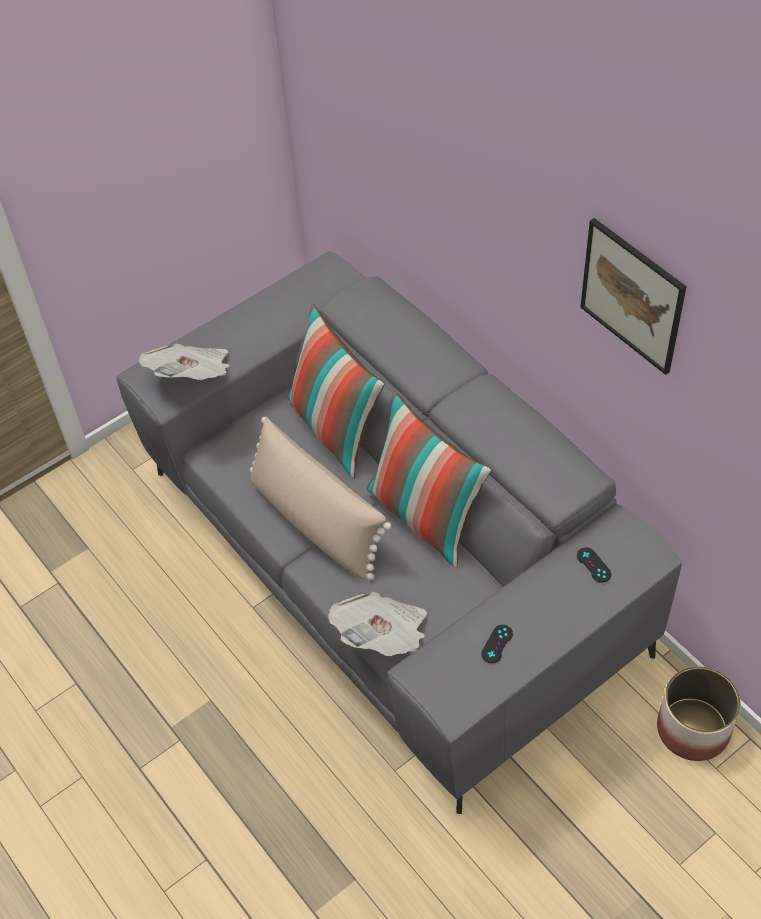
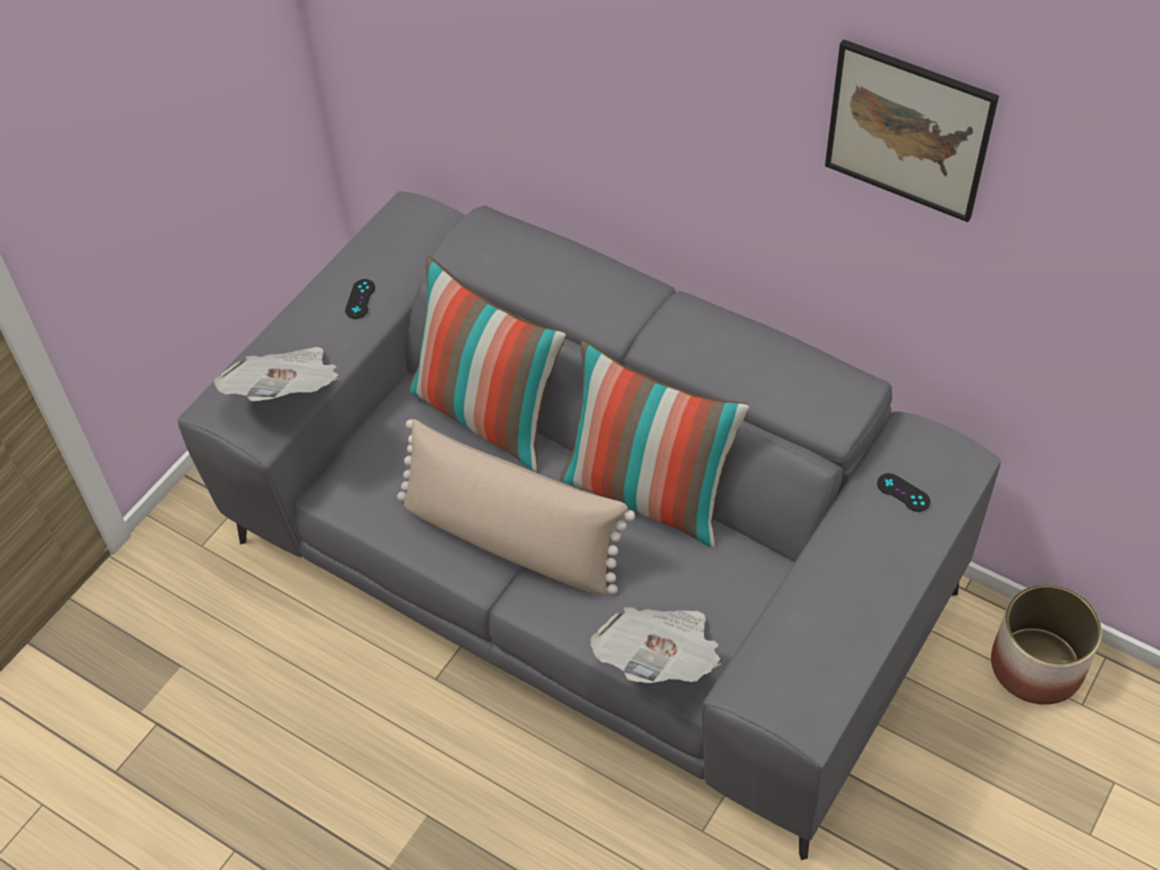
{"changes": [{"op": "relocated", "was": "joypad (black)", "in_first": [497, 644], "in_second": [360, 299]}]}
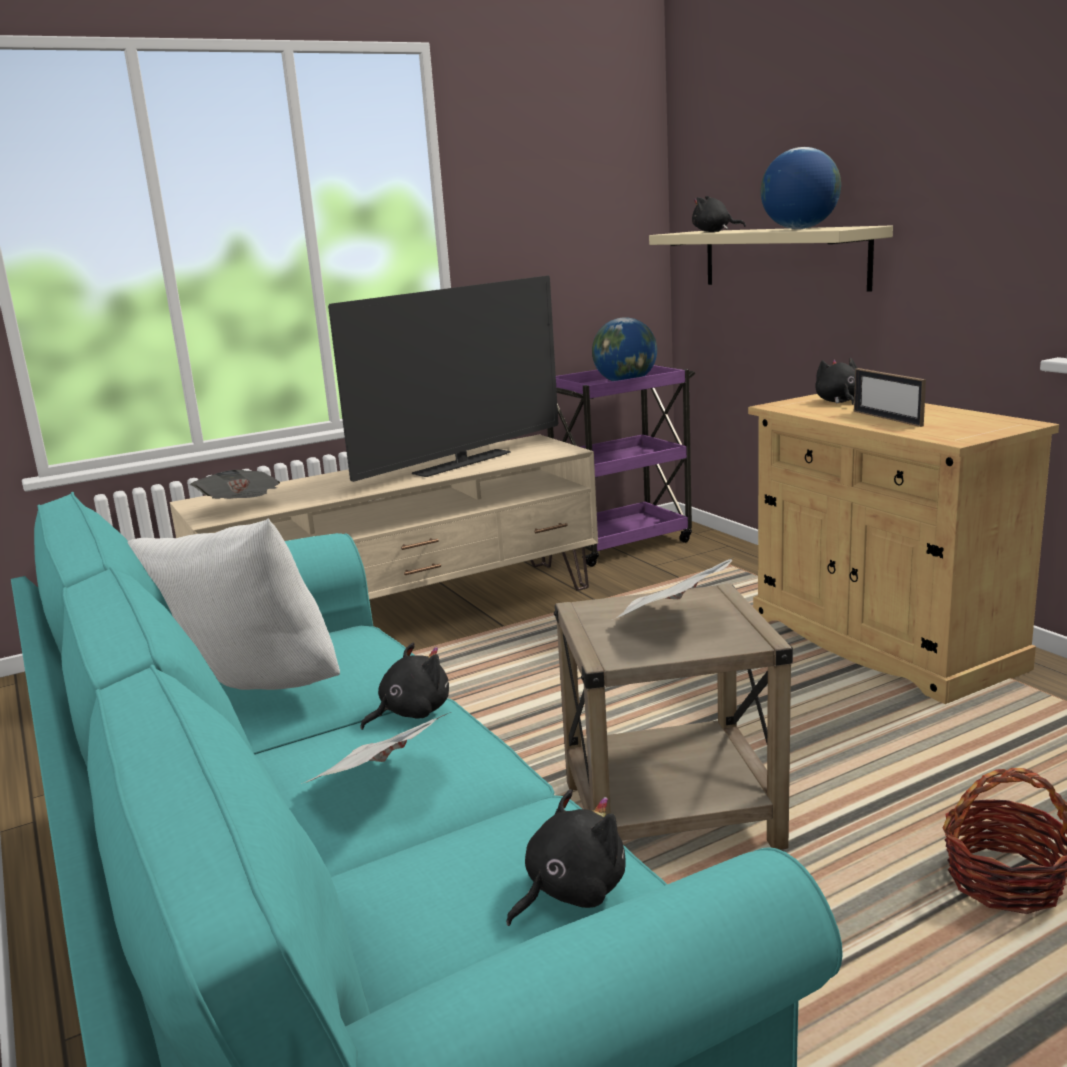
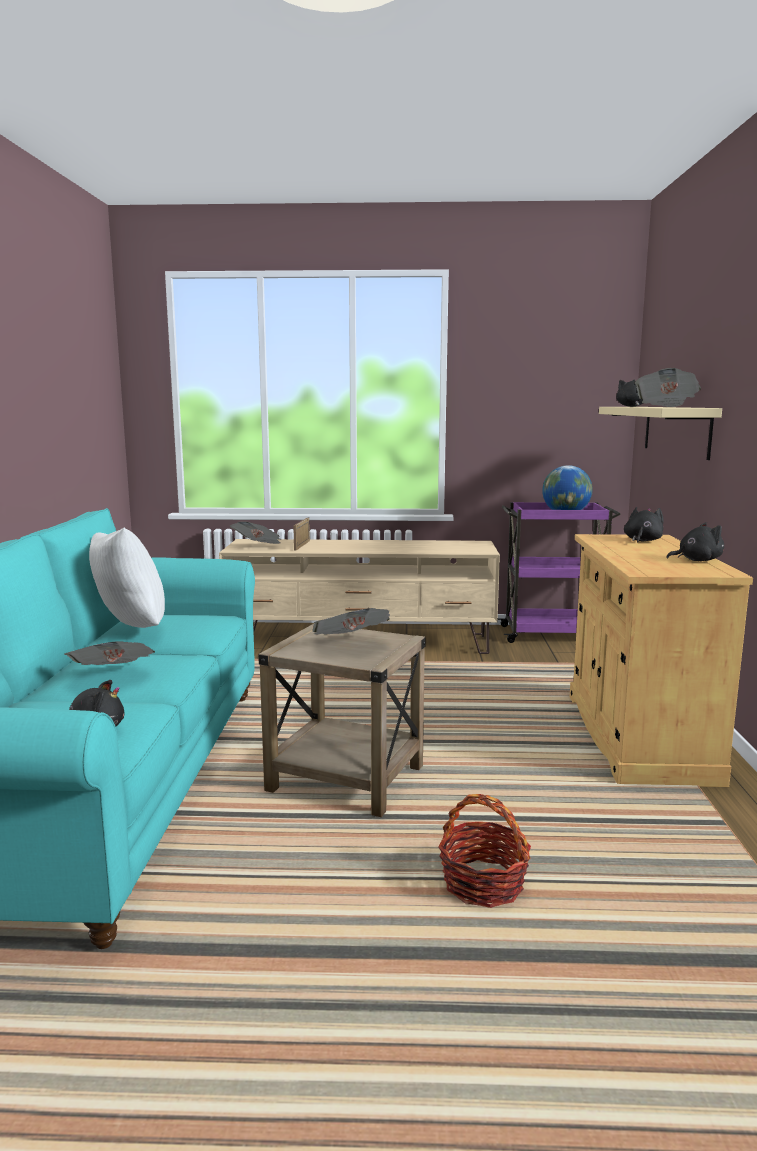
{"changes": [{"op": "exchanged", "was": "globe", "now": "newspaper", "in_first": [801, 188], "in_second": [668, 387]}, {"op": "missing", "was": "TV", "in_first": [443, 379]}, {"op": "relocated", "was": "photo frame", "in_first": [890, 397], "in_second": [301, 534]}, {"op": "relocated", "was": "plush toy (black)", "in_first": [404, 686], "in_second": [695, 541]}]}
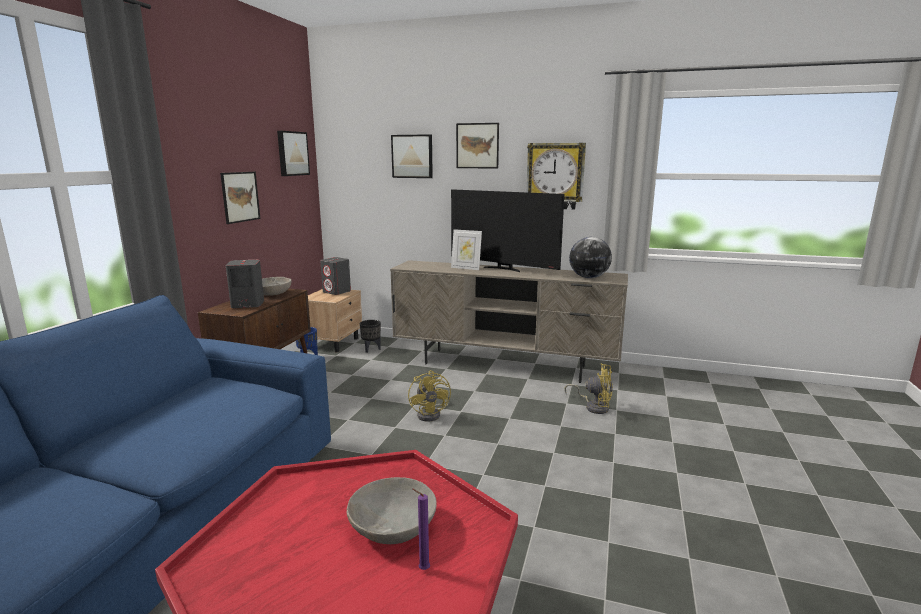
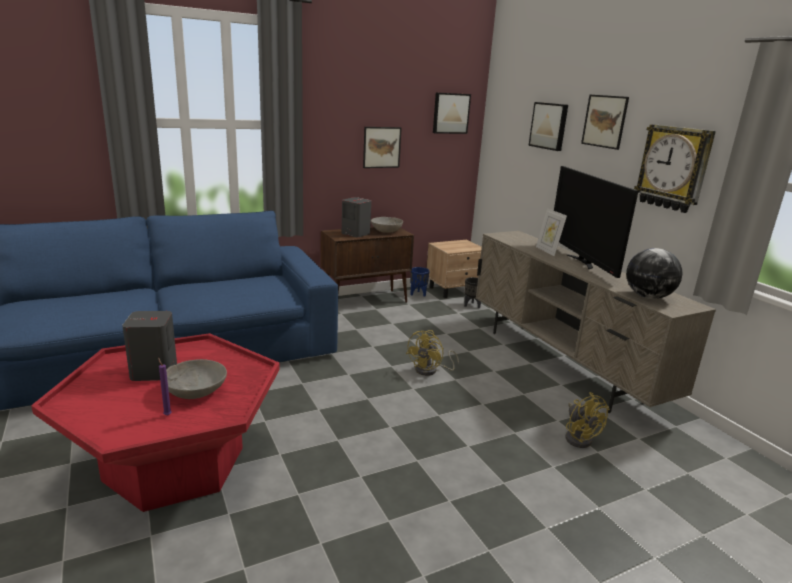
{"changes": [{"op": "relocated", "was": "loudspeaker (grey)", "in_first": [335, 276], "in_second": [149, 346]}]}
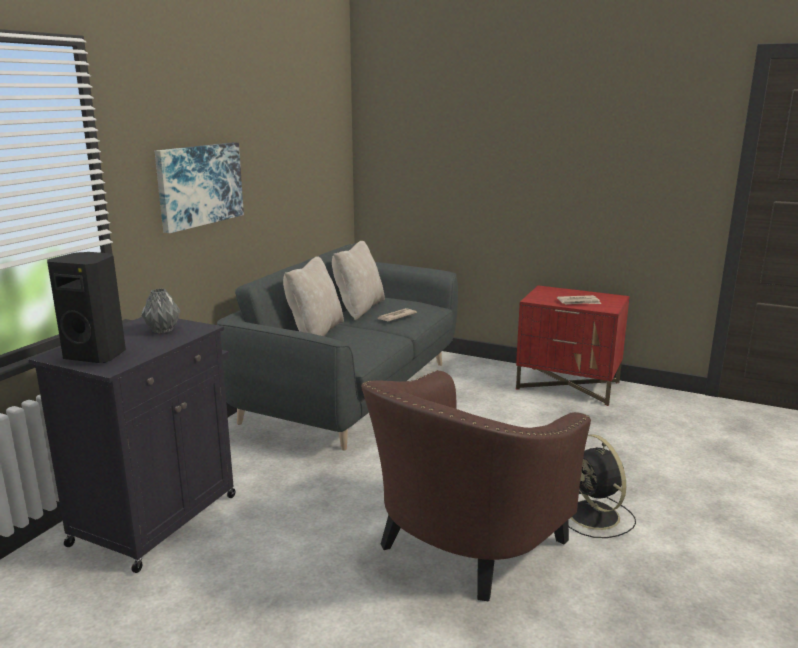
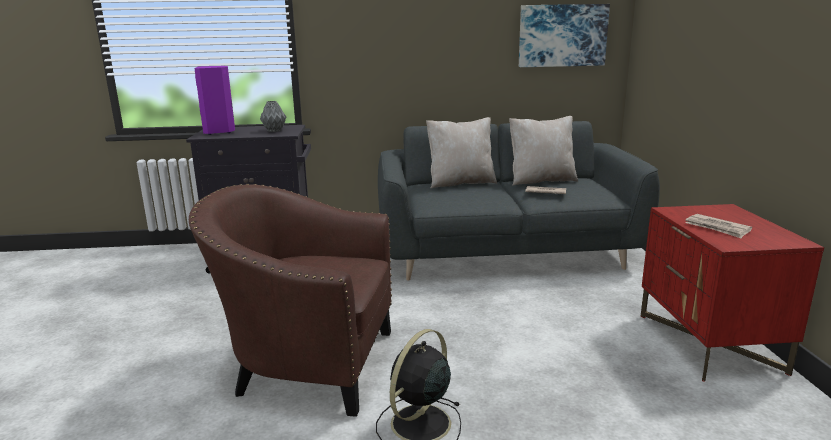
{"changes": [{"op": "relocated", "was": "picture", "in_first": [199, 187], "in_second": [564, 35]}, {"op": "colour", "was": "loudspeaker (black)", "now": "loudspeaker (purple-coloured)", "in_first": [86, 307], "in_second": [214, 100]}]}
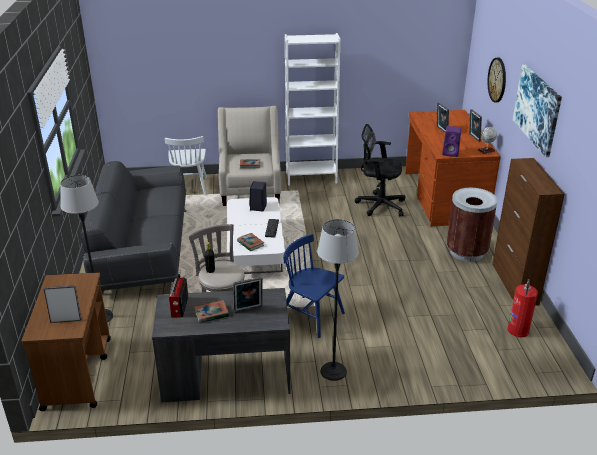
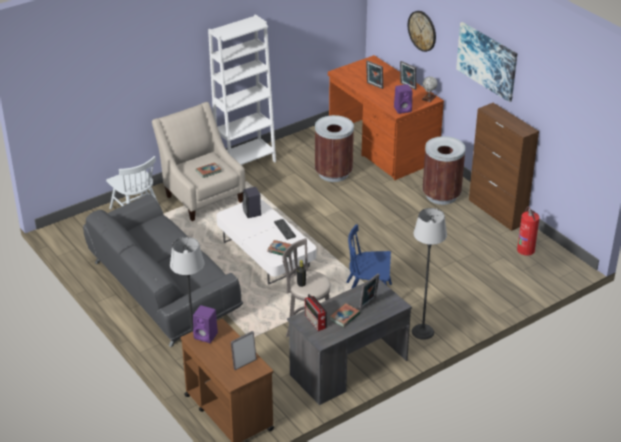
{"changes": [{"op": "exchanged", "was": "office chair (black)", "now": "waste bin (brown-coloured)", "in_first": [380, 170], "in_second": [334, 148]}, {"op": "appeared", "now": "loudspeaker (purple-coloured)", "in_second": [205, 324]}]}
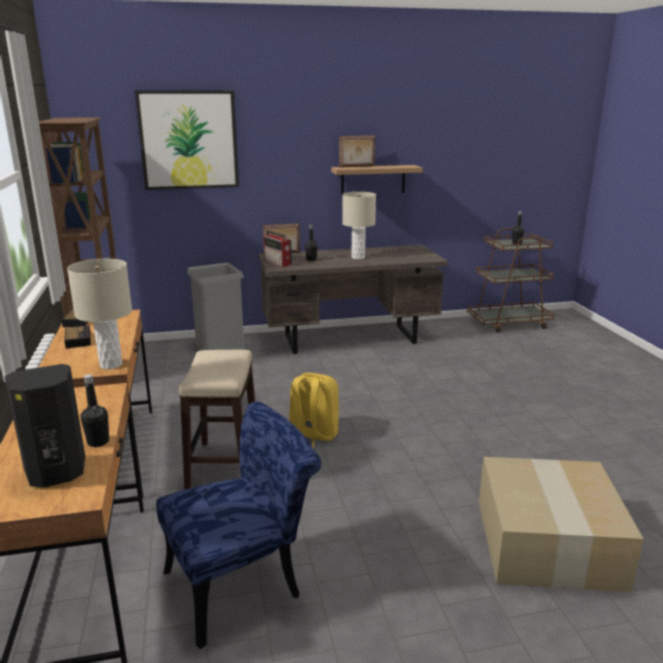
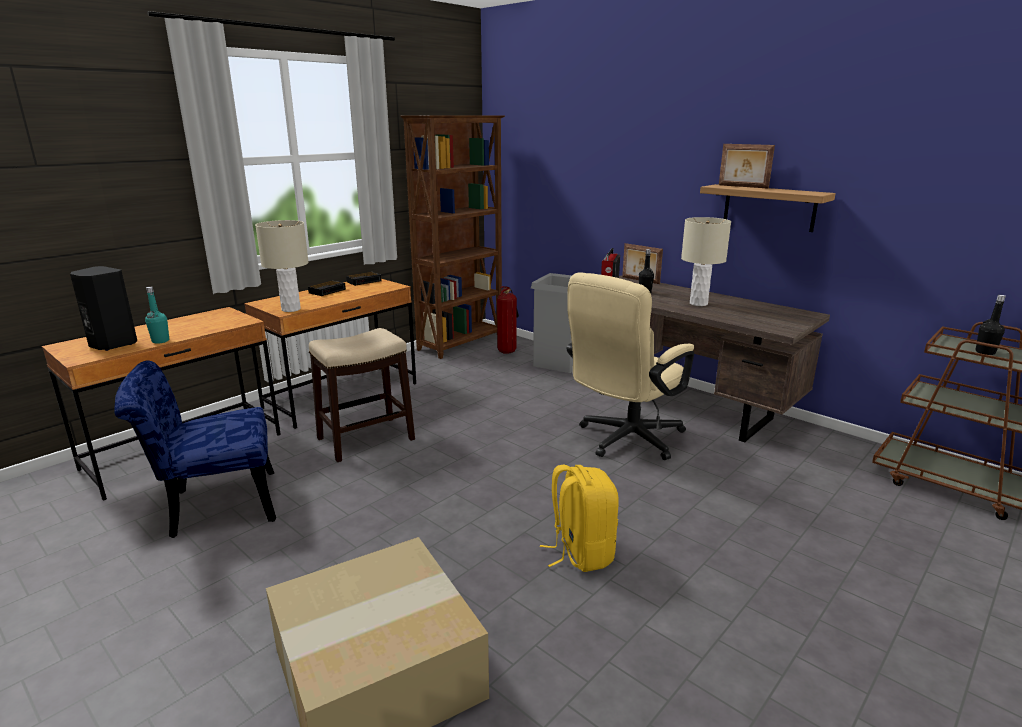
{"changes": [{"op": "missing", "was": "picture", "in_first": [187, 140]}, {"op": "relocated", "was": "backpack (yellow)", "in_first": [314, 410], "in_second": [579, 518]}, {"op": "colour", "was": "drink bottle (black)", "now": "drink bottle (turquoise)", "in_first": [94, 410], "in_second": [157, 315]}, {"op": "spun", "was": "plain chair (bluish)", "in_first": [238, 525], "in_second": [195, 449], "clockwise": 135}, {"op": "appeared", "now": "office chair (beige-coloured)", "in_second": [630, 366]}, {"op": "appeared", "now": "fire extinguisher", "in_second": [508, 320]}]}
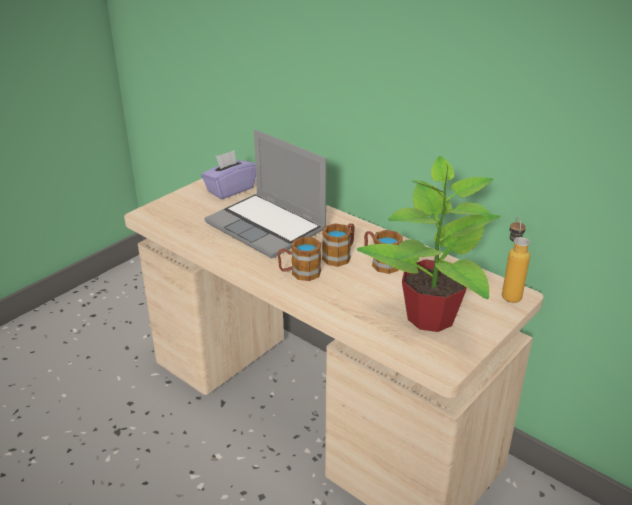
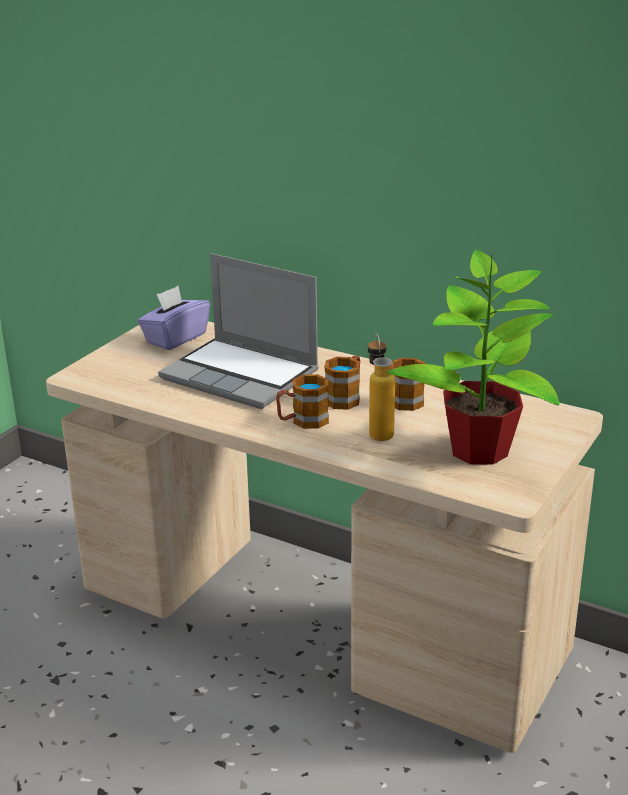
{"changes": [{"op": "relocated", "was": "drink bottle", "in_first": [516, 260], "in_second": [381, 387]}]}
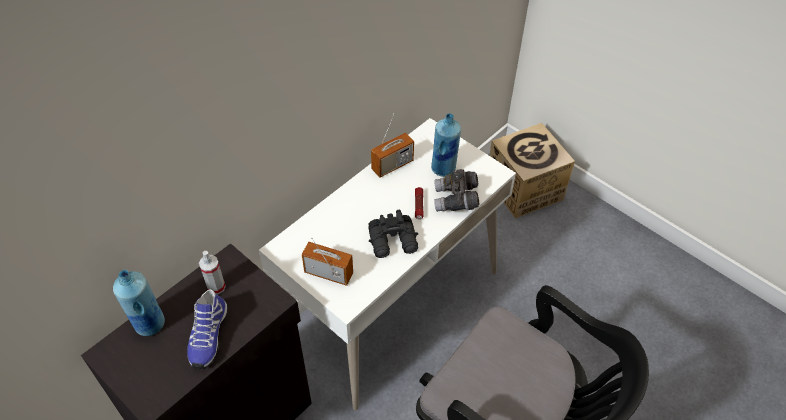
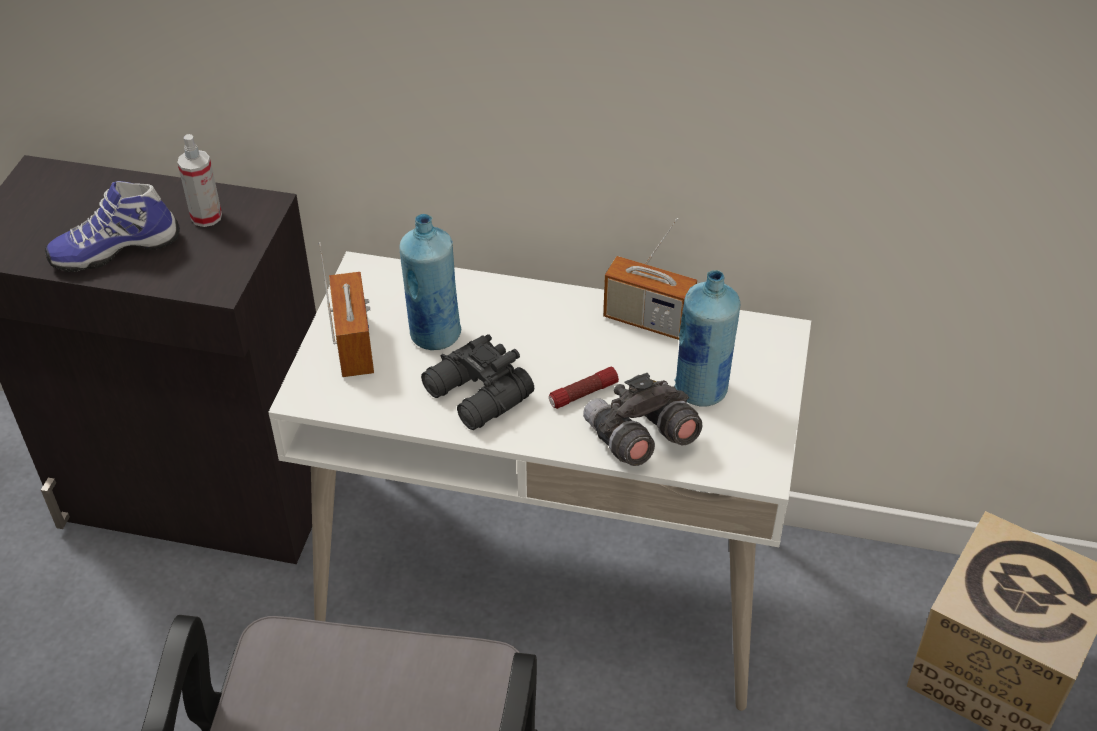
{"changes": [{"op": "relocated", "was": "drink bottle (bluish)", "in_first": [139, 302], "in_second": [430, 282]}]}
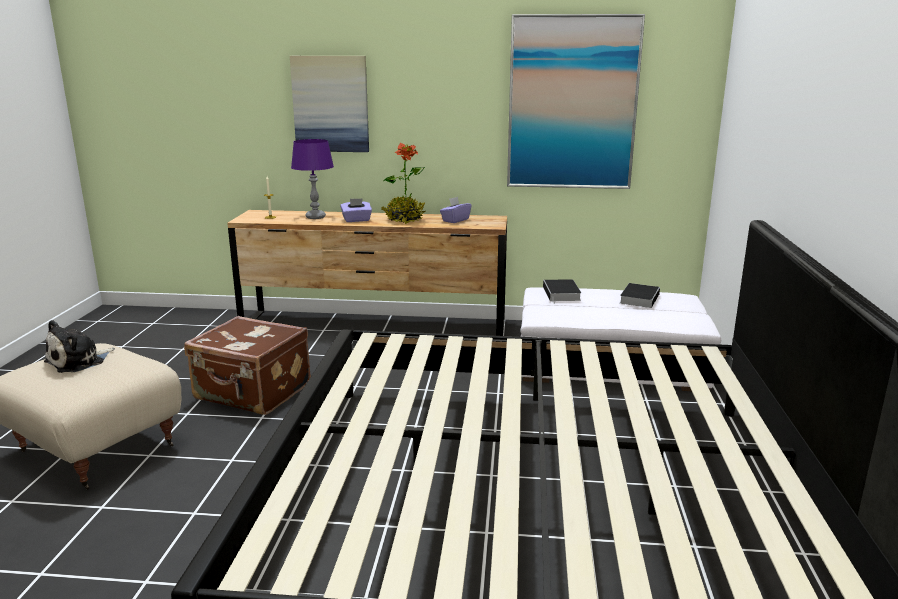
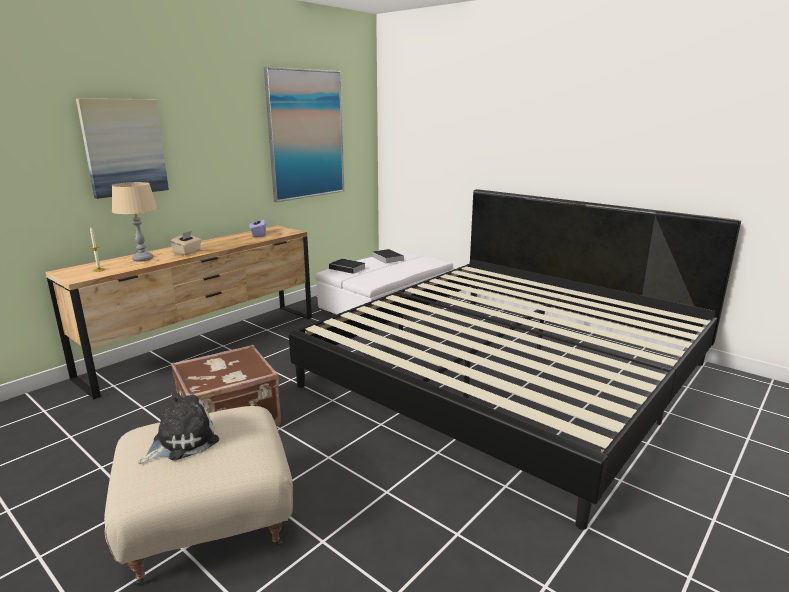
{"changes": [{"op": "colour", "was": "lamp for a table (purple-coloured)", "now": "lamp for a table (beige-coloured)", "in_first": [312, 179], "in_second": [135, 222]}, {"op": "missing", "was": "houseplant", "in_first": [403, 183]}, {"op": "colour", "was": "tissue holder (purple-coloured)", "now": "tissue holder (beige-coloured)", "in_first": [356, 210], "in_second": [186, 243]}, {"op": "spun", "was": "plush toy", "in_first": [79, 346], "in_second": [178, 428], "clockwise": -120}]}
